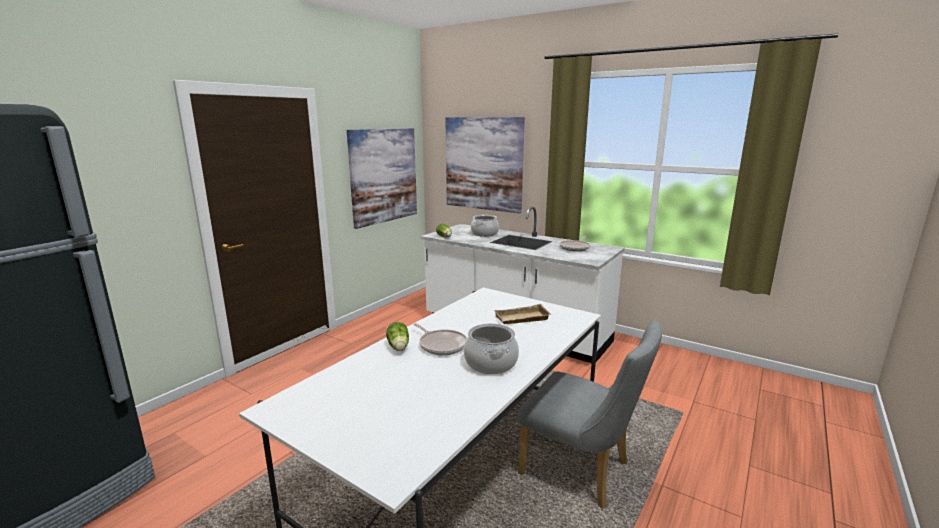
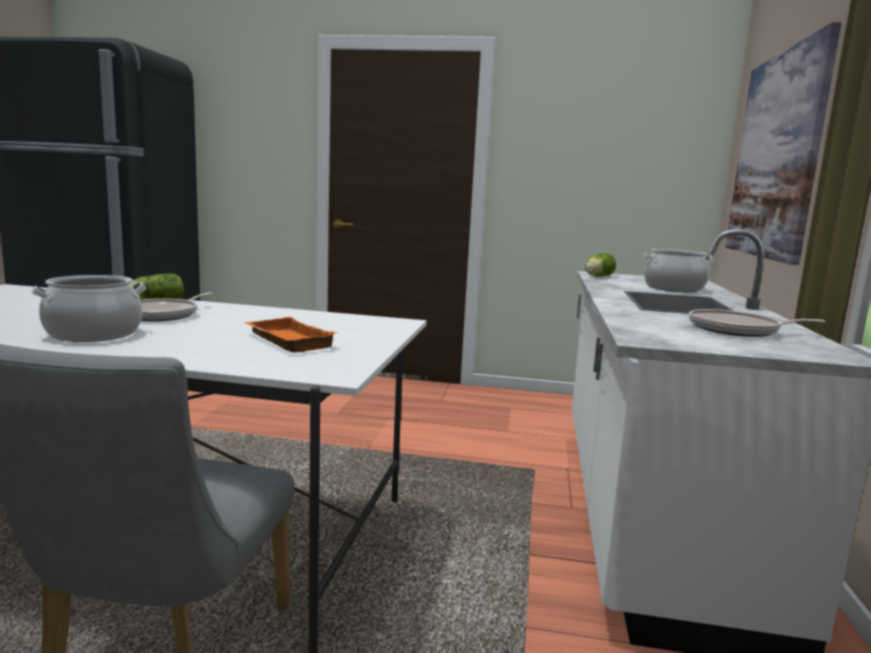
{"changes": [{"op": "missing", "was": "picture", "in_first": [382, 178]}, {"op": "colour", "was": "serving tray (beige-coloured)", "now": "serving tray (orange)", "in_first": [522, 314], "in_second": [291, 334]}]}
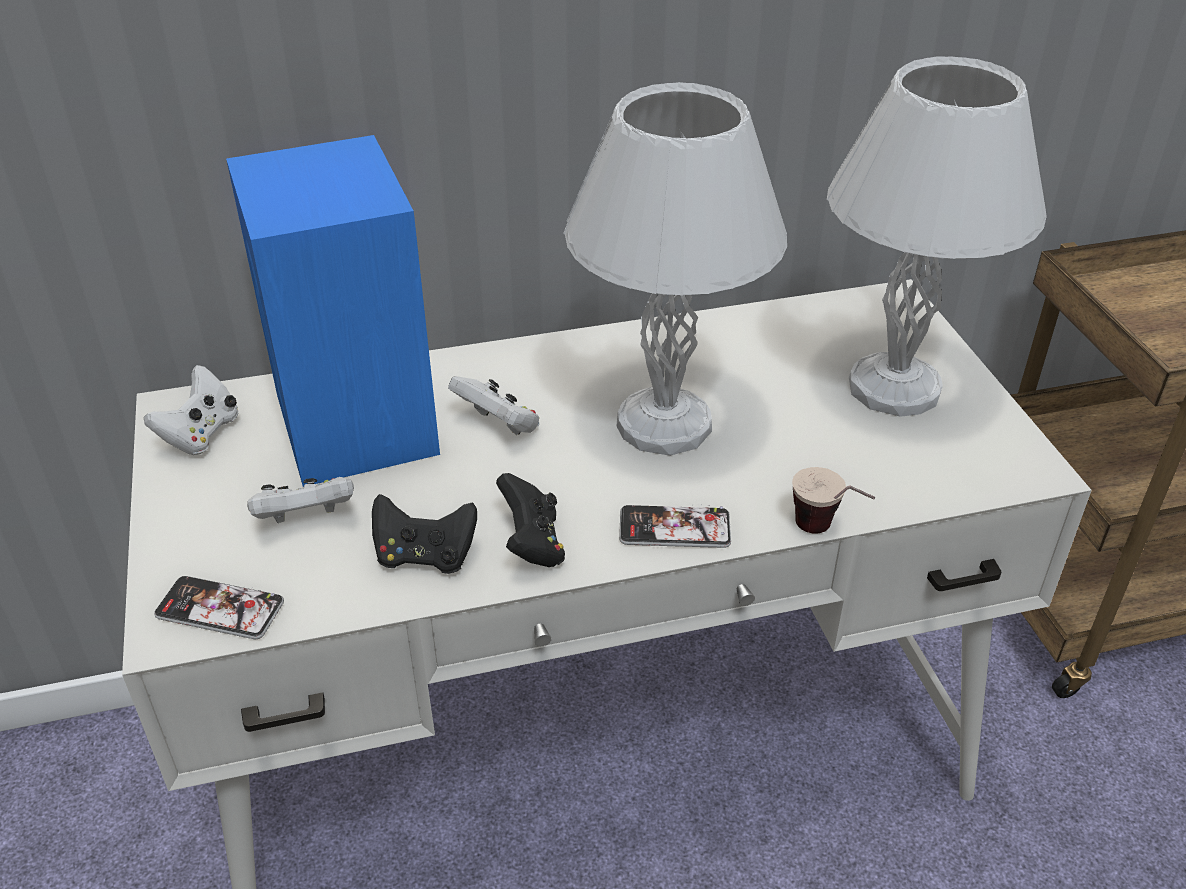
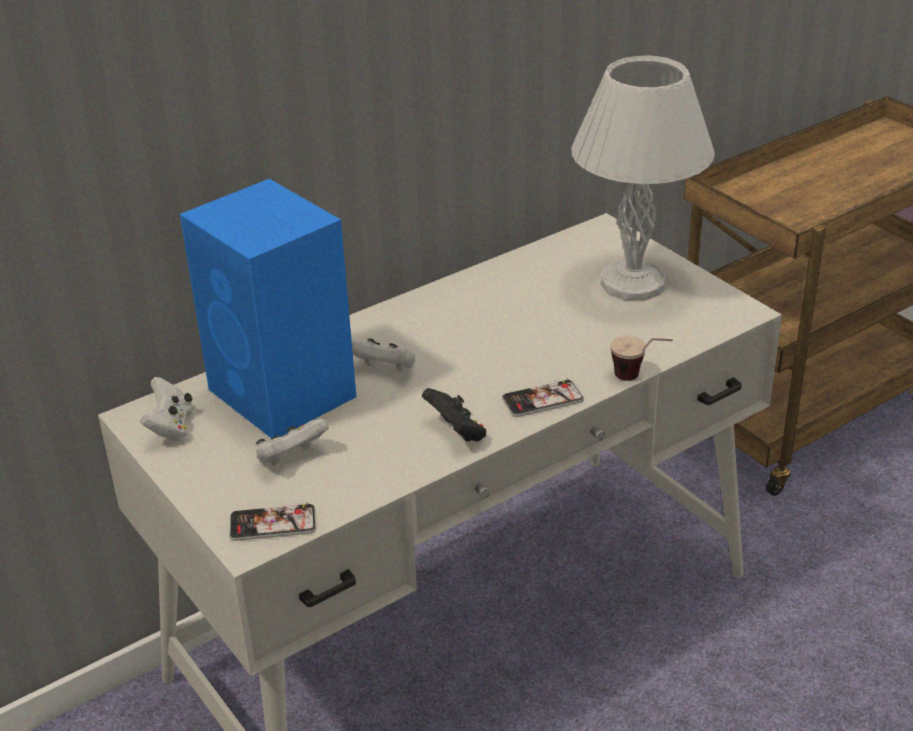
{"changes": [{"op": "missing", "was": "lamp for a table (white)", "in_first": [675, 269]}, {"op": "missing", "was": "joypad (black)", "in_first": [424, 534]}]}
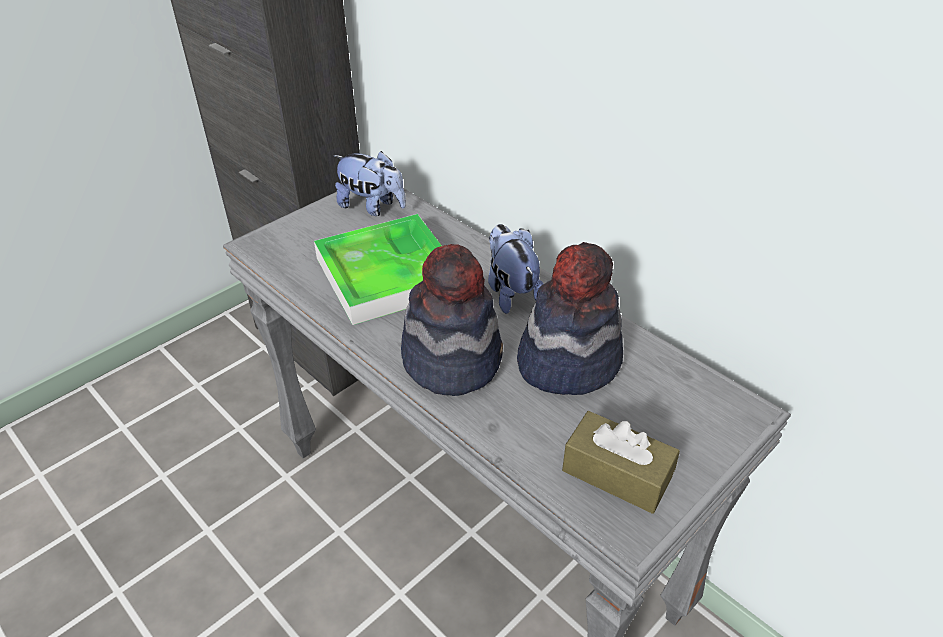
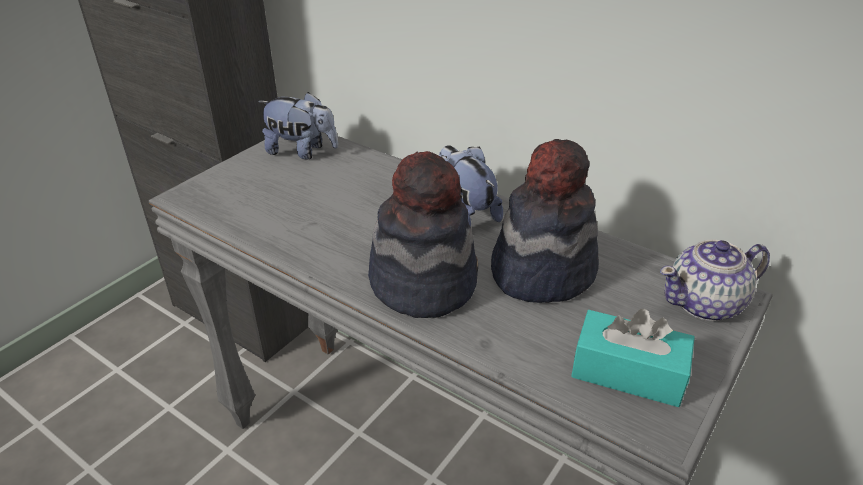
{"changes": [{"op": "missing", "was": "serving tray", "in_first": [378, 269]}, {"op": "colour", "was": "tissue holder (brown-coloured)", "now": "tissue holder (turquoise)", "in_first": [621, 462], "in_second": [633, 358]}, {"op": "appeared", "now": "pot for tea", "in_second": [715, 280]}]}
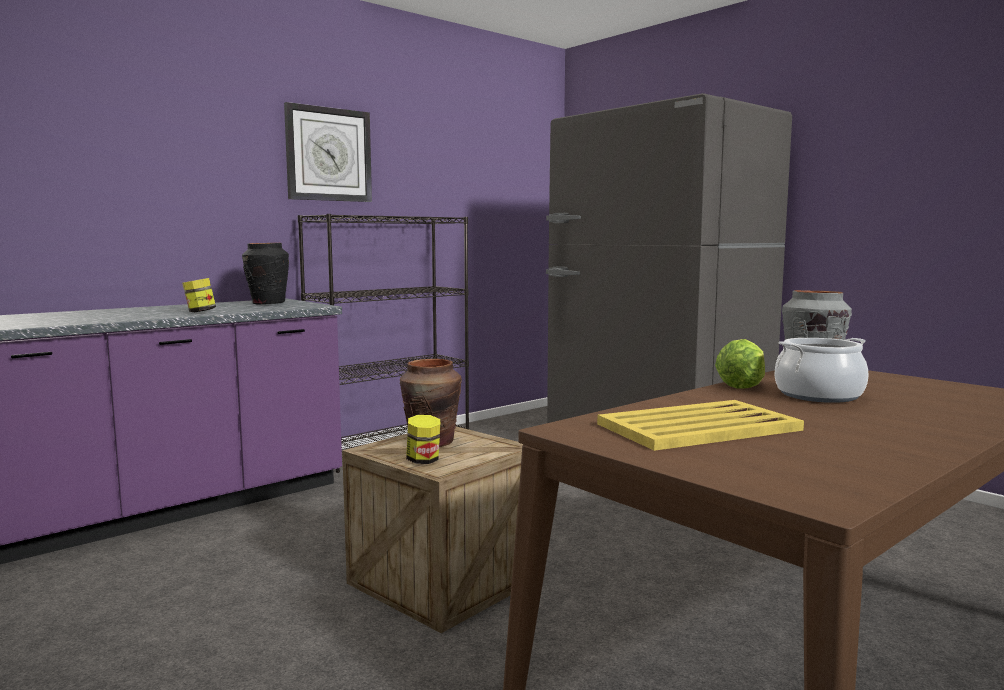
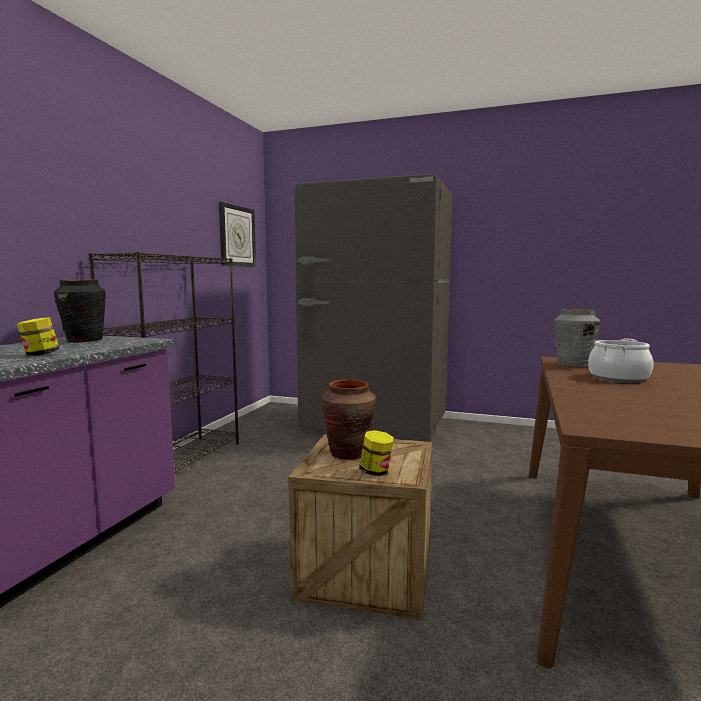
{"changes": [{"op": "relocated", "was": "wall clock", "in_first": [328, 152], "in_second": [237, 234]}, {"op": "missing", "was": "lettuce", "in_first": [740, 364]}, {"op": "missing", "was": "serving tray (yellow)", "in_first": [700, 425]}]}
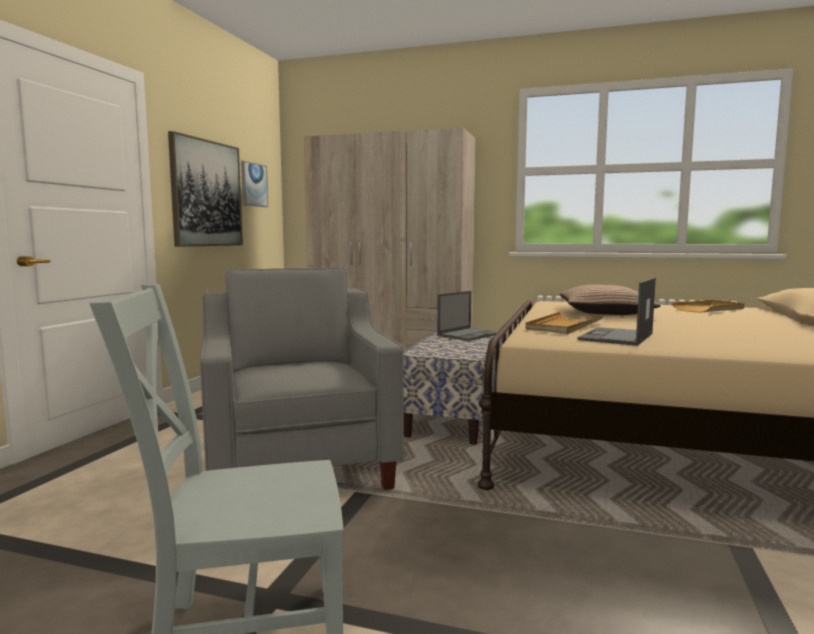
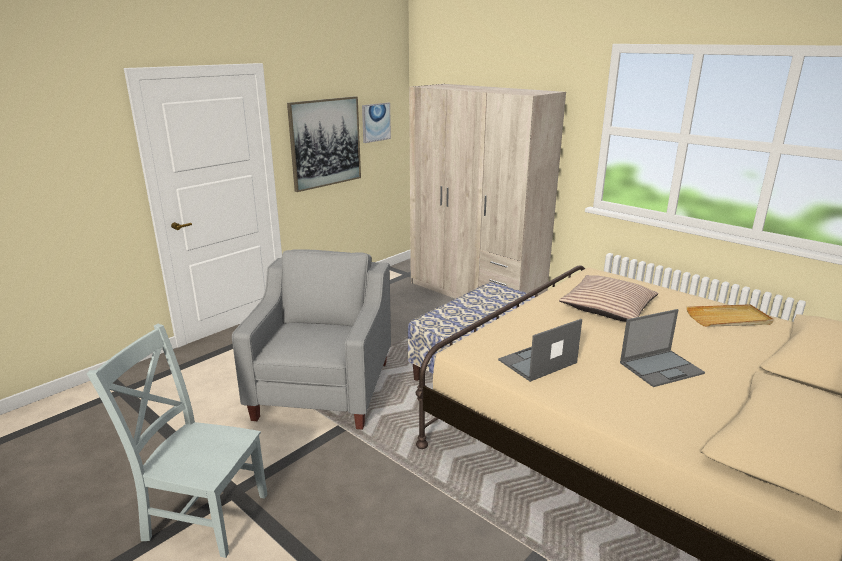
{"changes": [{"op": "relocated", "was": "laptop", "in_first": [467, 316], "in_second": [662, 348]}, {"op": "missing", "was": "serving tray (beige-coloured)", "in_first": [564, 323]}]}
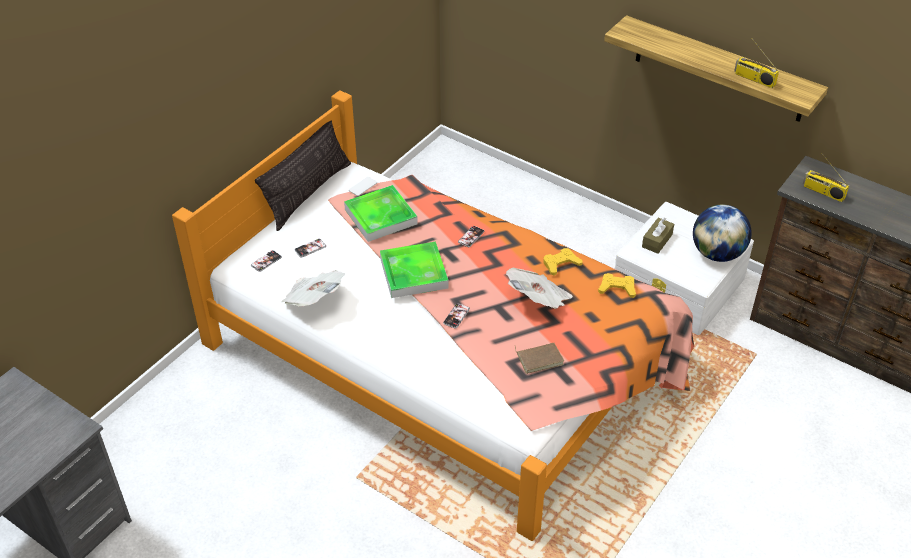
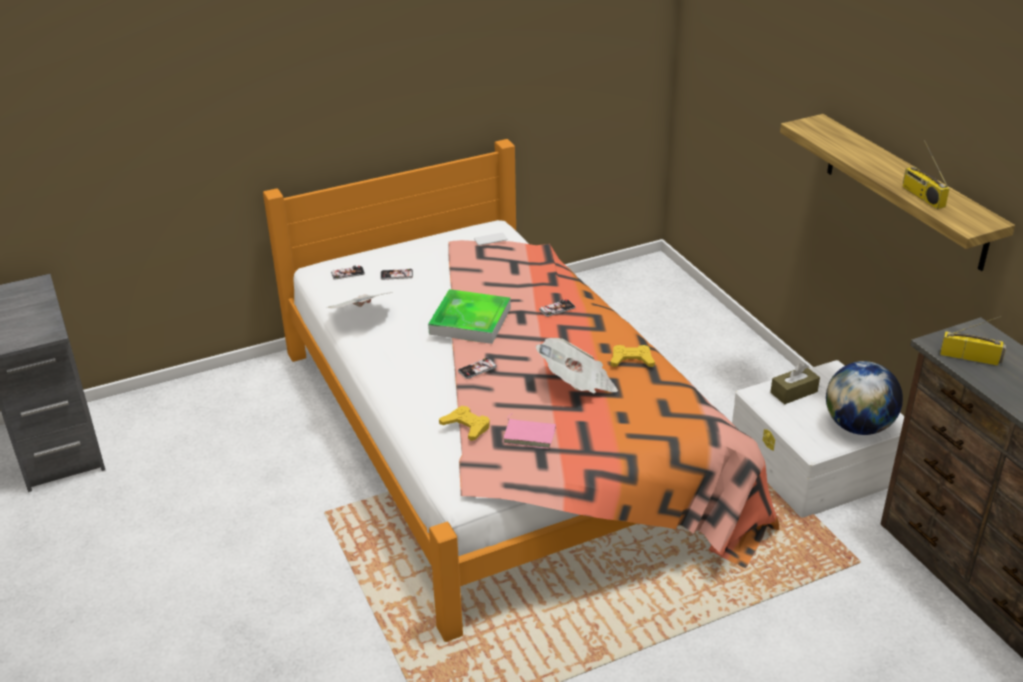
{"changes": [{"op": "missing", "was": "throw pillow", "in_first": [303, 176]}, {"op": "spun", "was": "radio", "in_first": [826, 177], "in_second": [973, 340], "clockwise": 135}, {"op": "missing", "was": "serving tray", "in_first": [381, 213]}, {"op": "relocated", "was": "joypad (yellow)", "in_first": [617, 285], "in_second": [464, 423]}, {"op": "colour", "was": "volume (brown-coloured)", "now": "volume (pink)", "in_first": [539, 358], "in_second": [529, 431]}]}
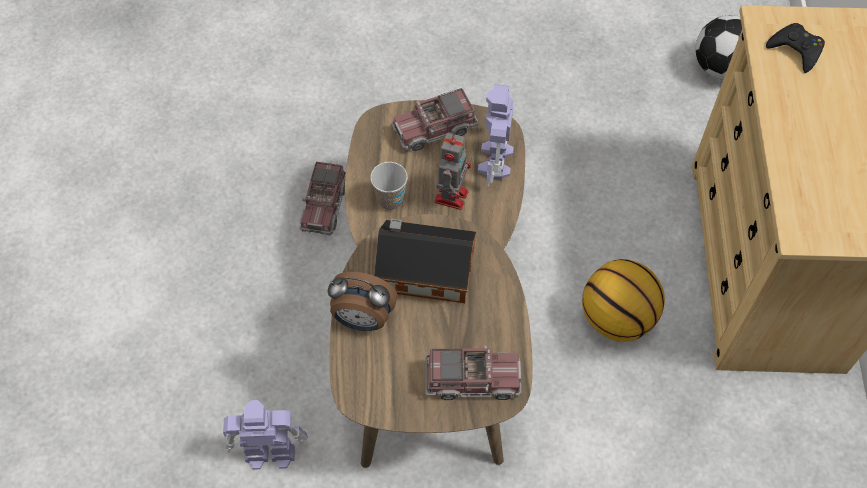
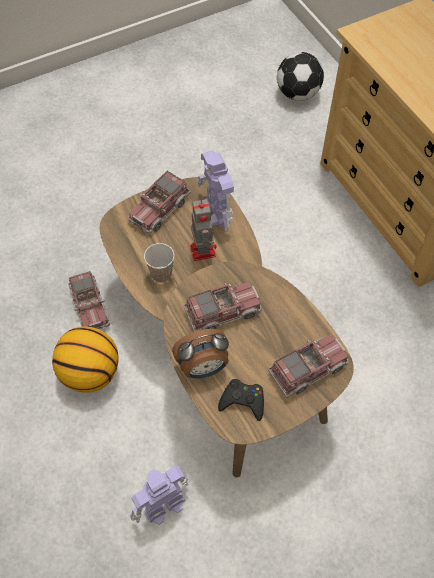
{"changes": [{"op": "relocated", "was": "joypad (black)", "in_first": [795, 48], "in_second": [241, 400]}, {"op": "exchanged", "was": "model house", "now": "model truck", "in_first": [425, 261], "in_second": [222, 307]}, {"op": "relocated", "was": "basketball", "in_first": [623, 300], "in_second": [85, 359]}]}
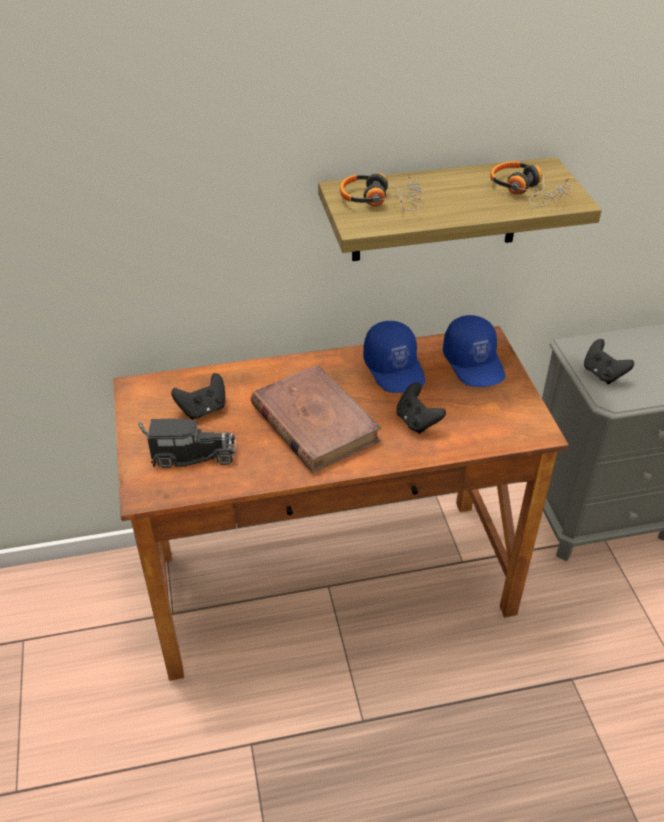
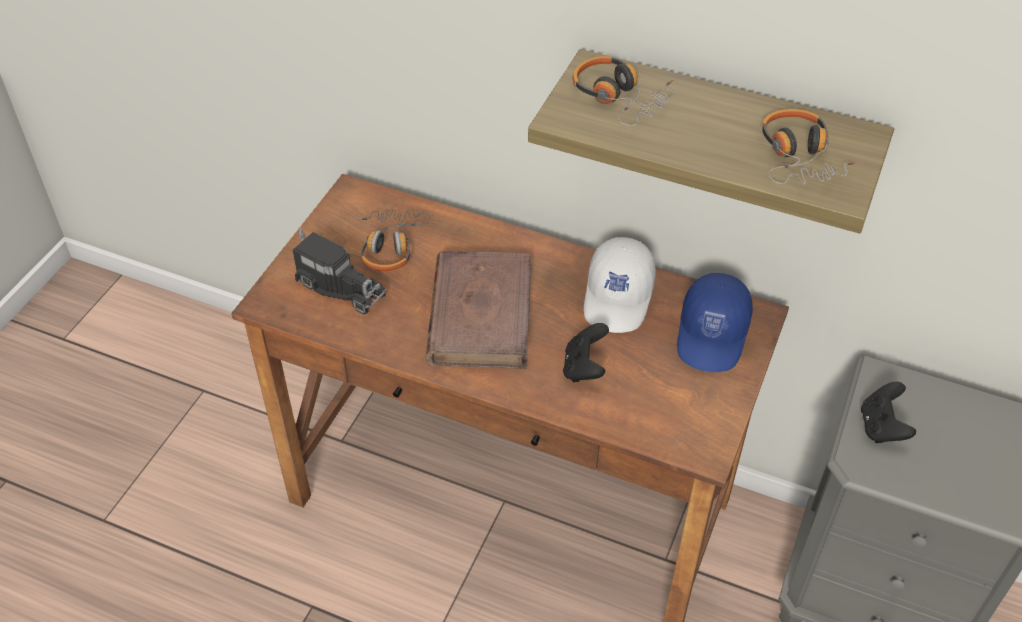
{"changes": [{"op": "colour", "was": "peaked cap (bluish)", "now": "peaked cap (white)", "in_first": [394, 357], "in_second": [620, 285]}, {"op": "exchanged", "was": "joypad (black)", "now": "pair of headphones", "in_first": [198, 396], "in_second": [394, 240]}]}
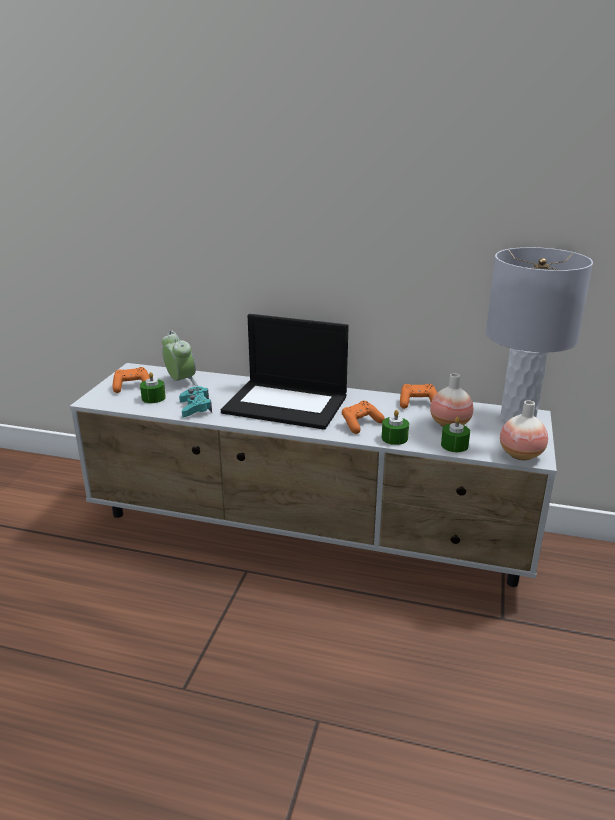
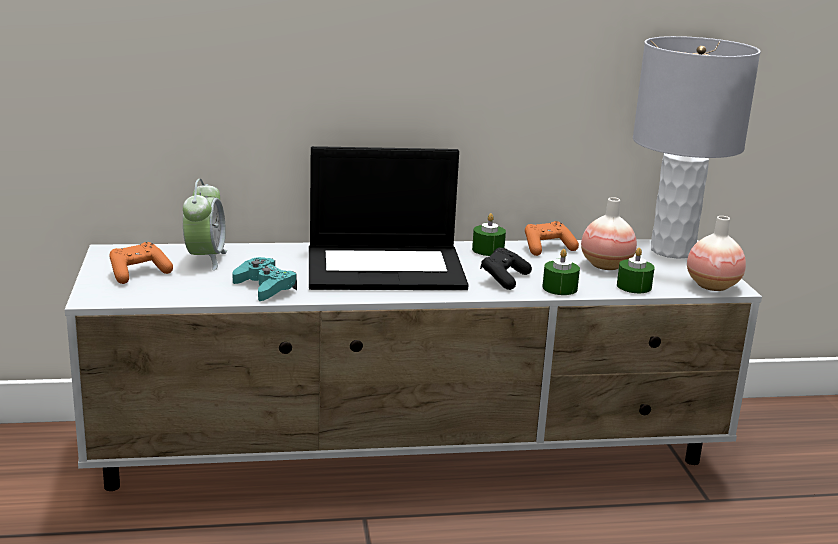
{"changes": [{"op": "spun", "was": "alarm clock", "in_first": [180, 358], "in_second": [205, 224], "clockwise": 60}, {"op": "relocated", "was": "wax candle (greenish)", "in_first": [153, 387], "in_second": [489, 234]}, {"op": "colour", "was": "joypad (orange)", "now": "joypad (black)", "in_first": [363, 417], "in_second": [506, 269]}]}
